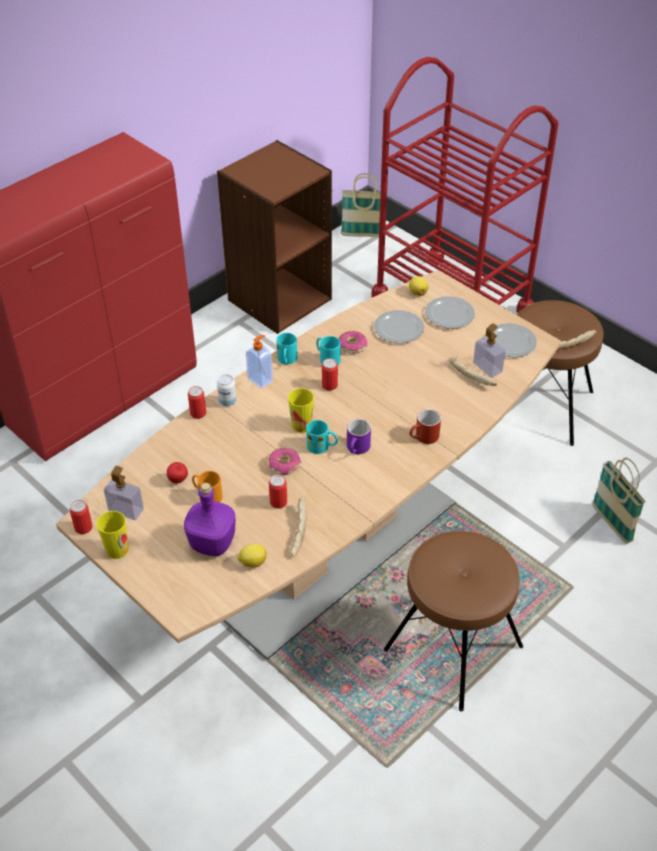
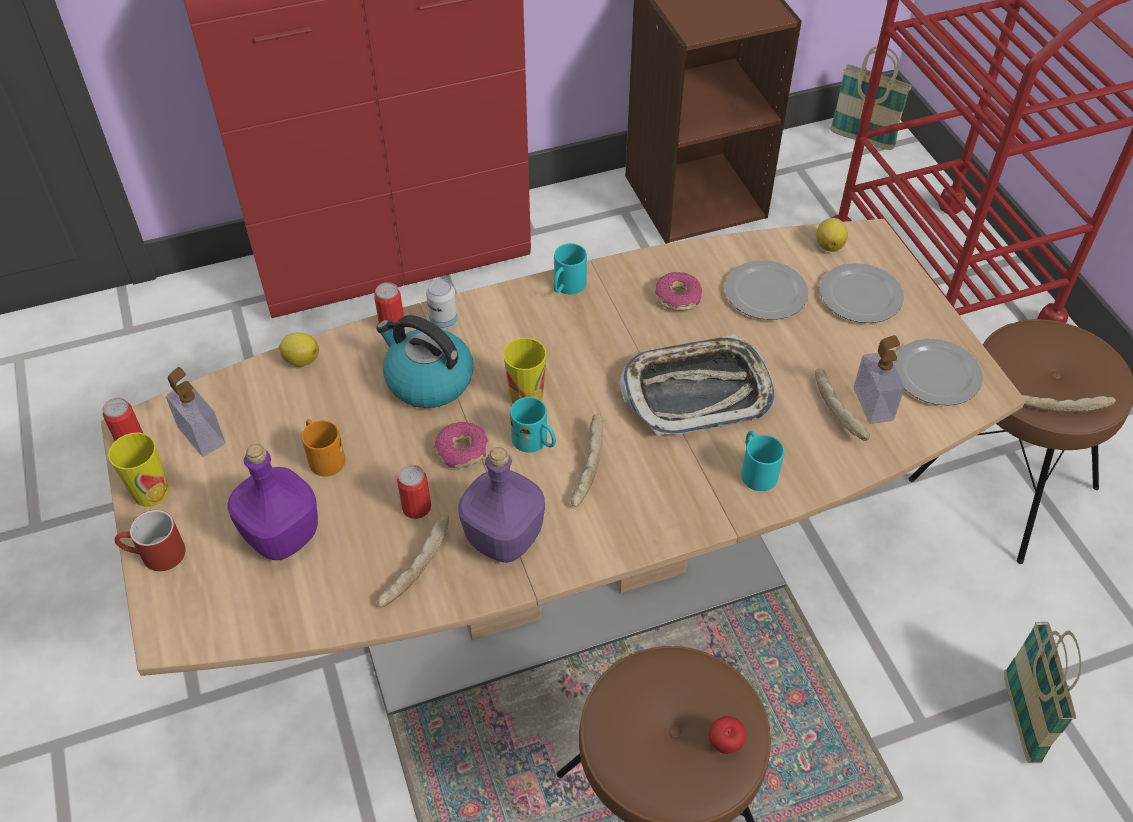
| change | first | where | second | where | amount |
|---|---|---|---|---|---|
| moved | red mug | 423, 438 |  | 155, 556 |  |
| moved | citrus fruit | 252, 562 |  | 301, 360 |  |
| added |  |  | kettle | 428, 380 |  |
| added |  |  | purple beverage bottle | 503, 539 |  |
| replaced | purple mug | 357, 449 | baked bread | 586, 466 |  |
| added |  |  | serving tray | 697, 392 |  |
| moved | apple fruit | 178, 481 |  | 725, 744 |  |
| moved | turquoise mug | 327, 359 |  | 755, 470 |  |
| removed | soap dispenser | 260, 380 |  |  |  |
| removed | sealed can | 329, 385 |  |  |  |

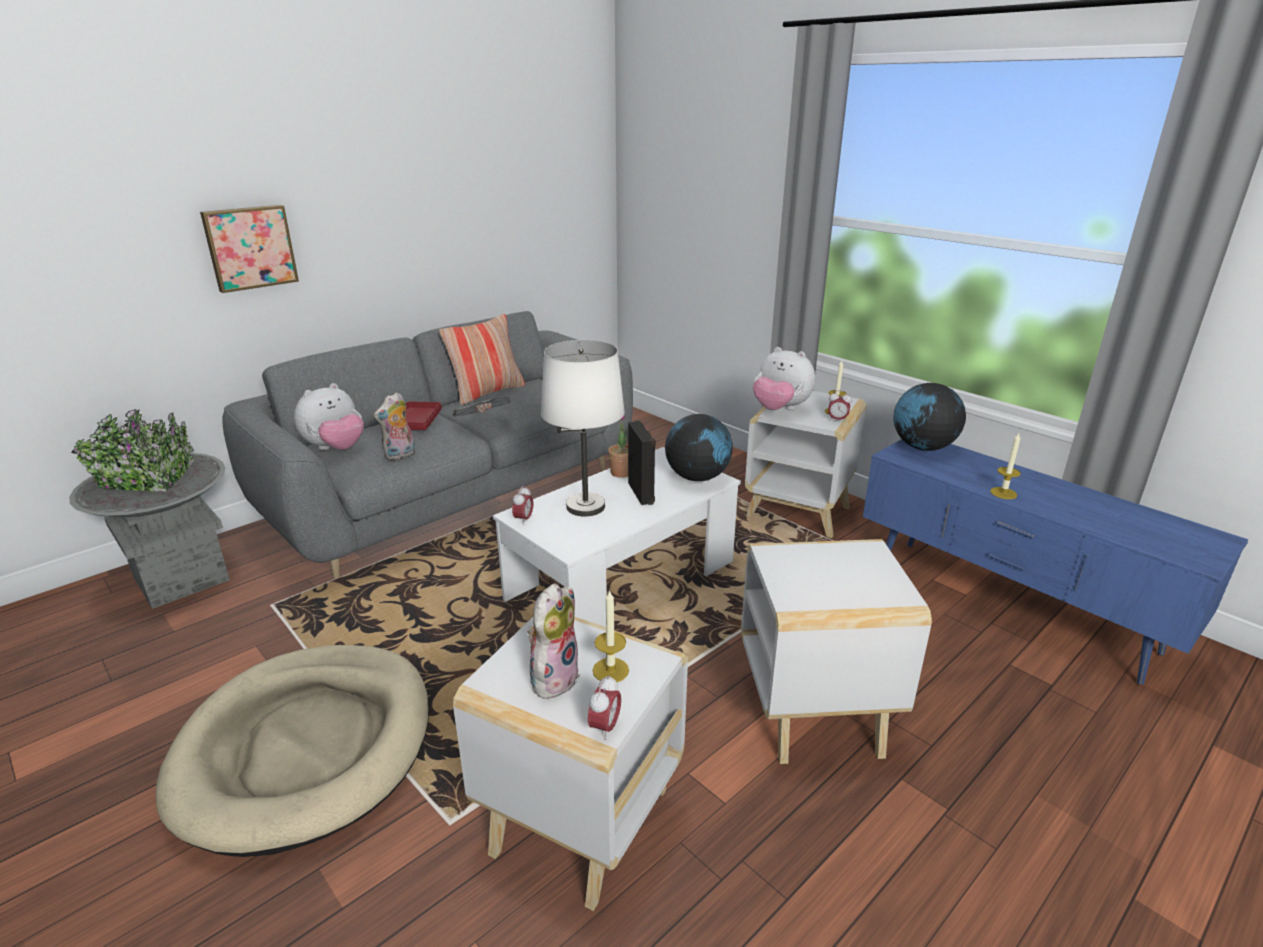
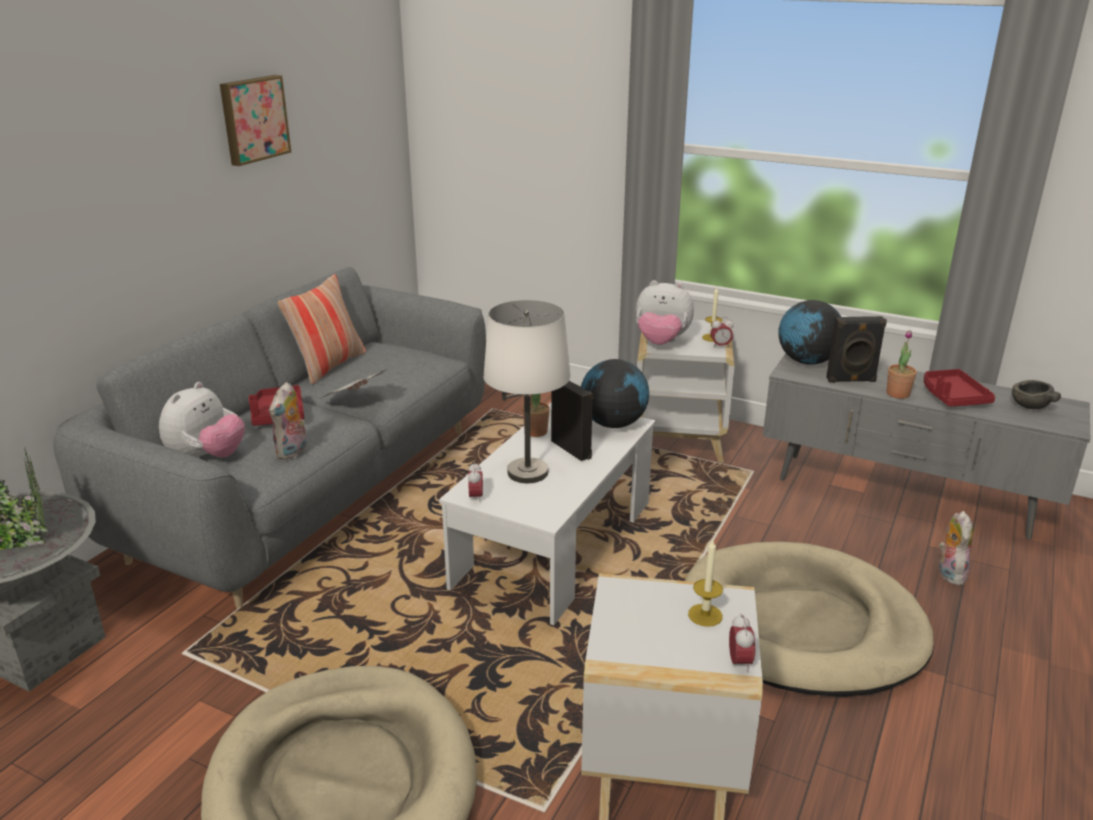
| change | first | where | second | where | amount |
|---|---|---|---|---|---|
| moved | wall picture | 250, 247 |  | 253, 119 |  |
| replaced | whitish accent table | 815, 713 | beige-coloured dog cushion | 802, 625 |  |
| recoloured | blue tv stand | 1009, 607 | greyish tv stand | 902, 496 |  |
| added |  |  | blackish loudspeaker | 851, 380 |  |
| replaced | wax light | 1003, 493 | houseplant | 897, 394 |  |
| added |  |  | red serving tray | 952, 397 |  |
| moved | soft toy | 553, 677 |  | 948, 573 |  |
| added |  |  | greyish bowl | 1029, 406 |  |

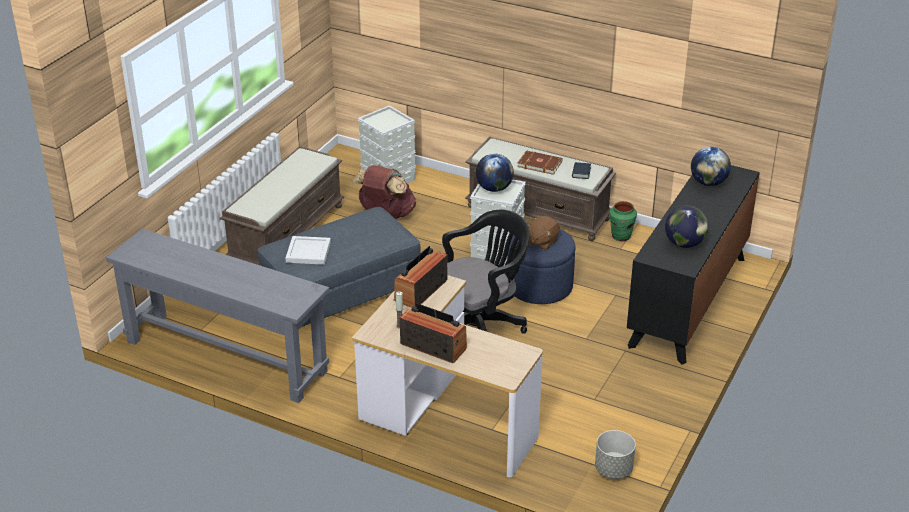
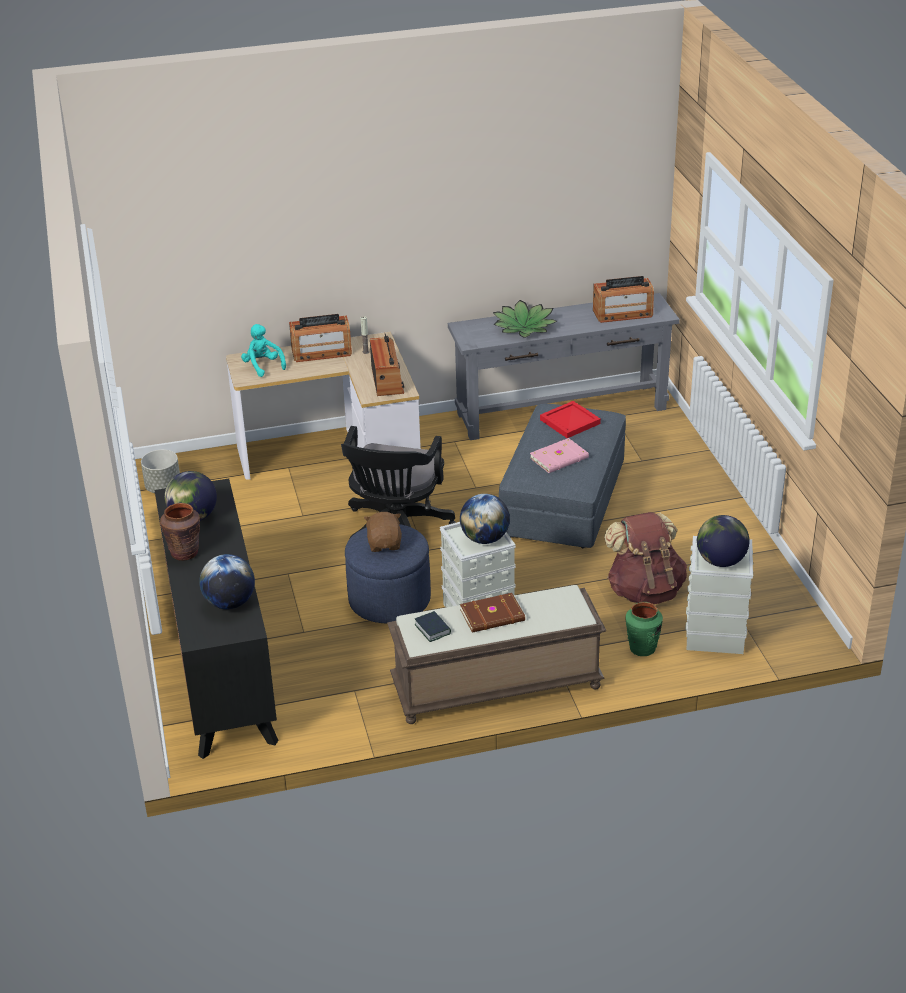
| change | first | where | second | where | amount |
|---|---|---|---|---|---|
| added |  |  | brown flower vase | 184, 553 |  |
| added |  |  | turquoise soft toy | 263, 366 |  |
| added |  |  | houseplant | 524, 327 |  |
| added |  |  | pink-coloured book | 560, 458 |  |
| recoloured | whitish serving tray | 309, 252 | red serving tray | 569, 421 |  |
| added |  |  | radio | 622, 313 |  |
| moved | green flower vase | 621, 236 |  | 642, 648 |  |
| added |  |  | world globe | 720, 561 |  |
| removed | brown bench | 286, 233 |  |  |  |

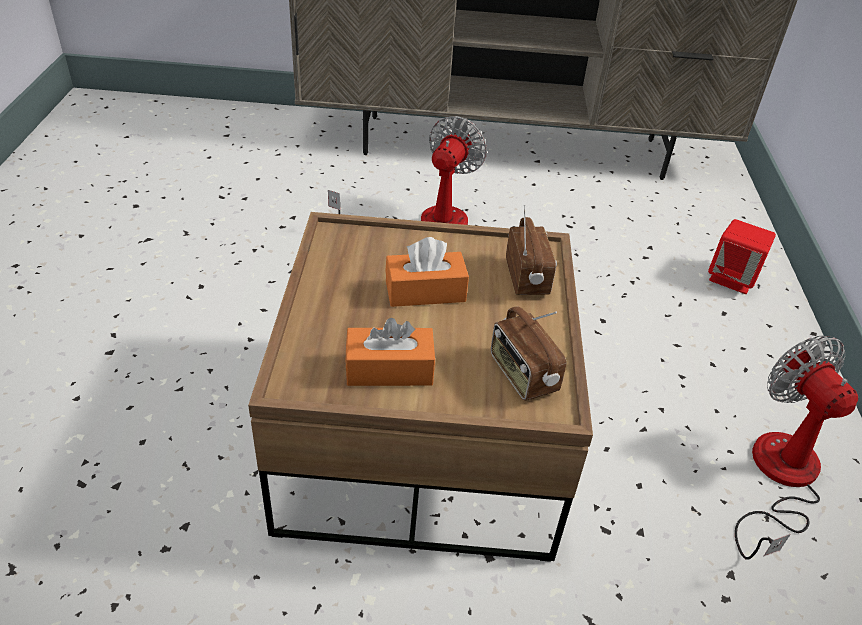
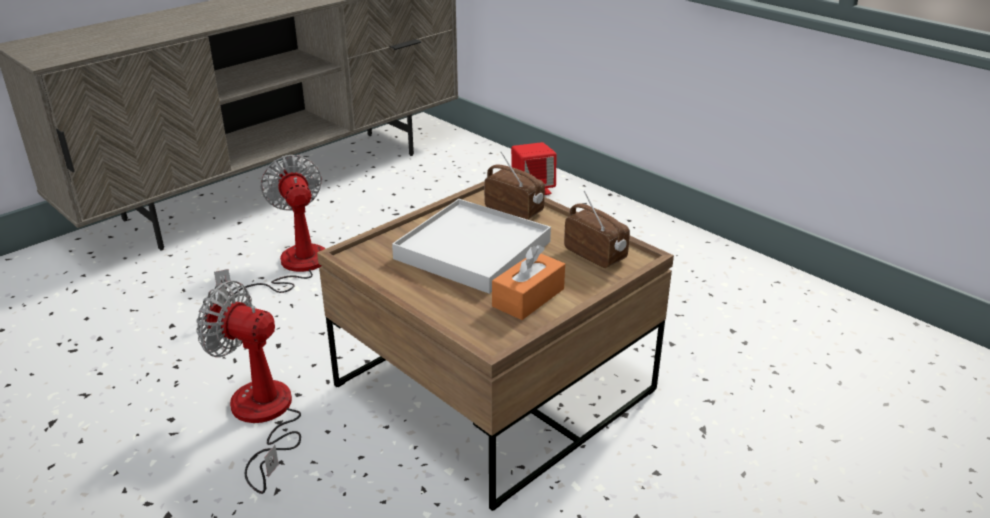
| change | first | where | second | where | amount |
|---|---|---|---|---|---|
| moved | fan | 779, 478 |  | 263, 418 |  |
| replaced | orangey tissue holder | 425, 291 | whitish serving tray | 473, 250 |  |
| turned | radio | 522, 375 |  | 595, 255 | 150 degrees counterclockwise |

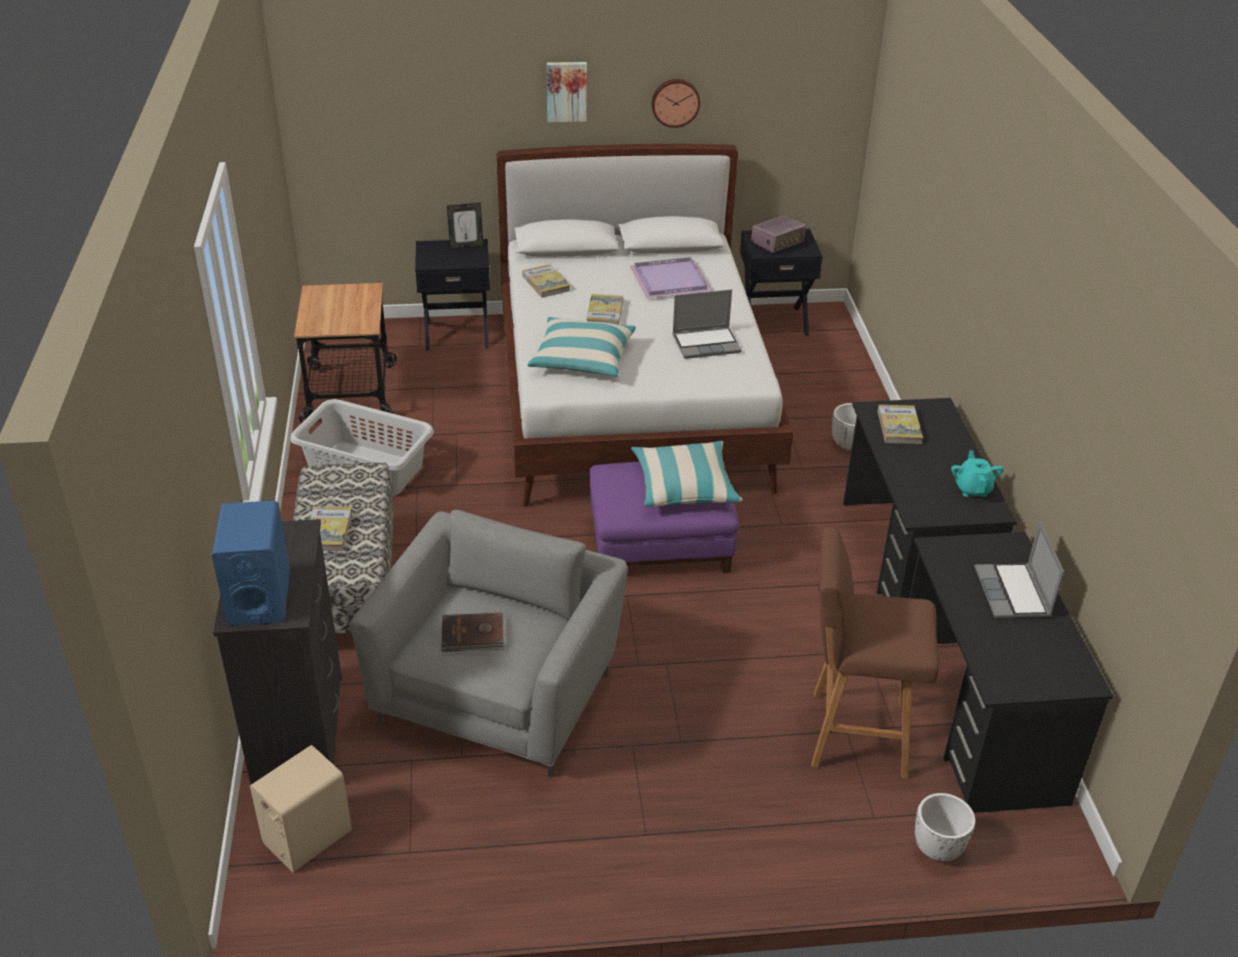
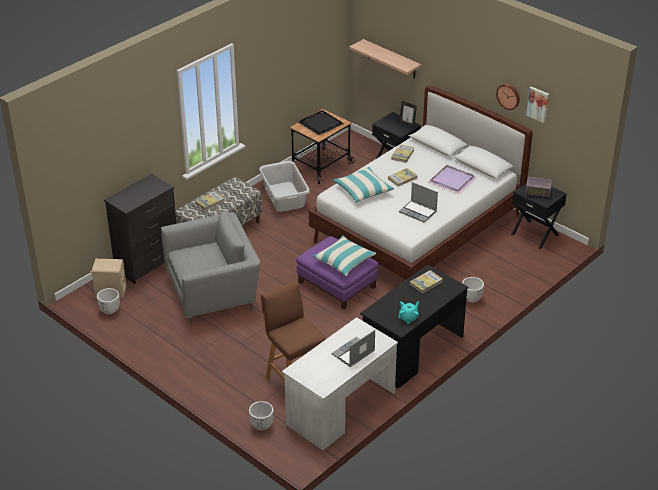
| change | first | where | second | where | amount |
|---|---|---|---|---|---|
| added |  |  | whitish flower pot | 109, 310 |  |
| recoloured | blackish desk | 979, 720 | whitish desk | 340, 409 |  |
| added |  |  | blackish serving tray | 320, 123 |  |
| added |  |  | bracket shelf | 391, 59 |  |
| moved | wall picture | 566, 91 |  | 538, 104 |  |
| removed | blue loudspeaker | 259, 597 |  |  |  |
| removed | brown book | 473, 635 |  |  |  |

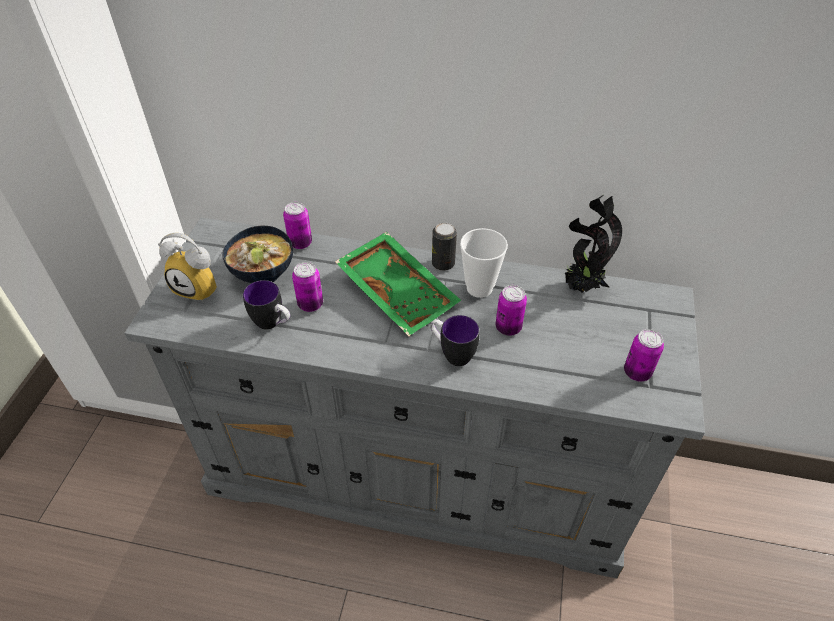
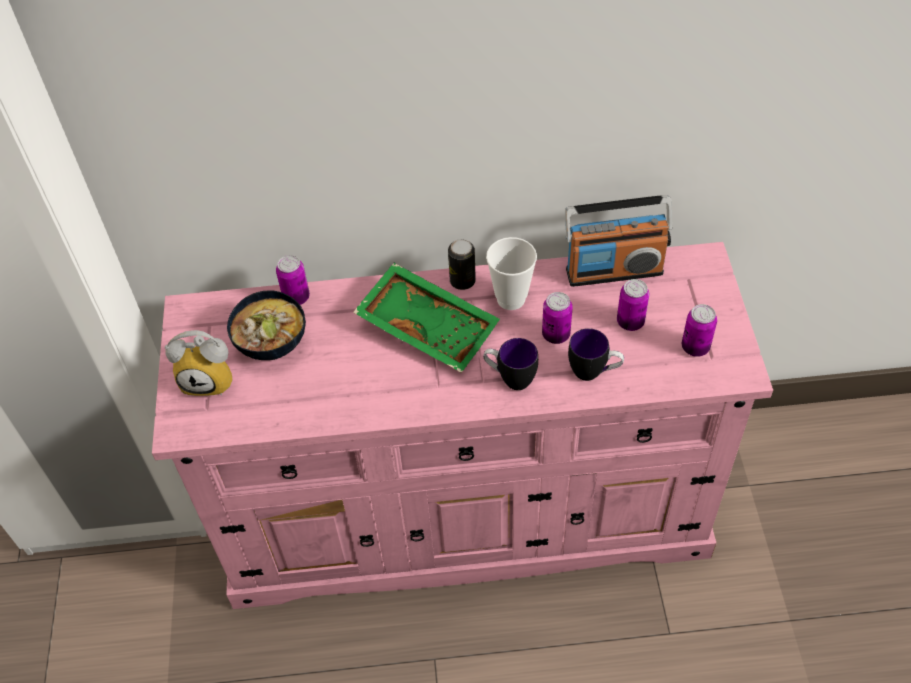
| change | first | where | second | where | amount |
|---|---|---|---|---|---|
| recoloured | greyish drawer chest | 420, 474 | pink-coloured drawer chest | 468, 512 |  |
| replaced | houseplant | 581, 287 | radio | 613, 270 |  |
| moved | mug | 273, 324 |  | 594, 372 |  |
| moved | sealed can | 310, 304 |  | 630, 322 |  |

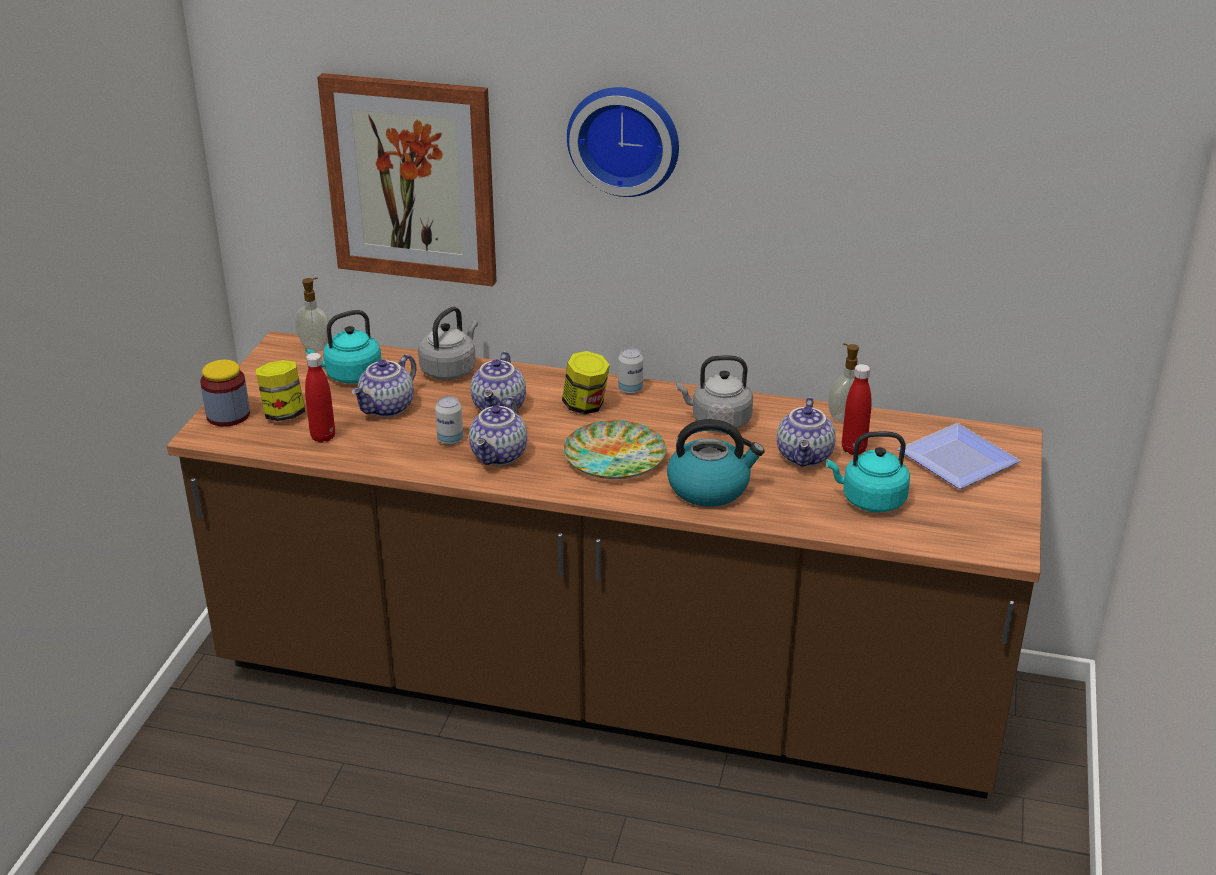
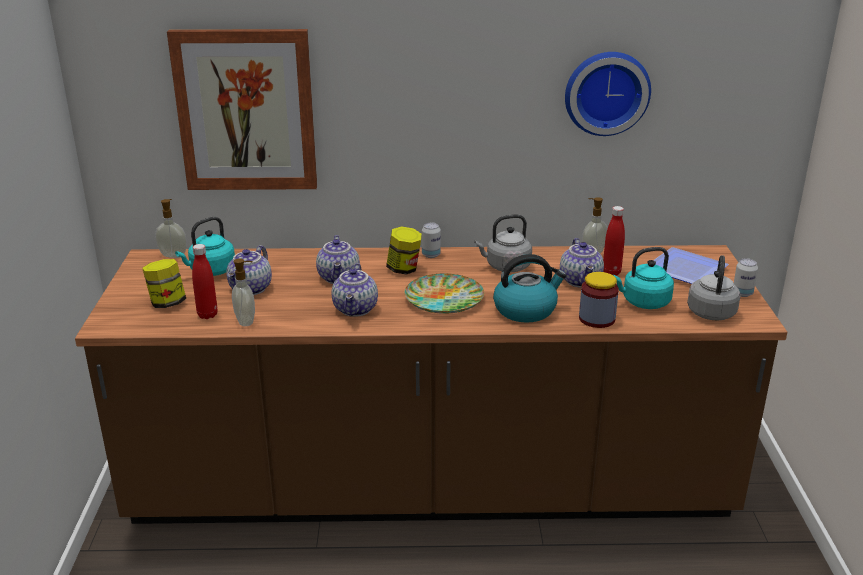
| change | first | where | second | where | amount |
|---|---|---|---|---|---|
| added |  |  | soap dispenser | 246, 321 |  |
| moved | wall clock | 625, 138 |  | 606, 92 |  |
| moved | preserve jar | 228, 415 |  | 597, 319 |  |
| moved | greyish kettle | 450, 370 |  | 711, 311 |  |
| moved | sealed can | 450, 440 |  | 742, 293 |  |

